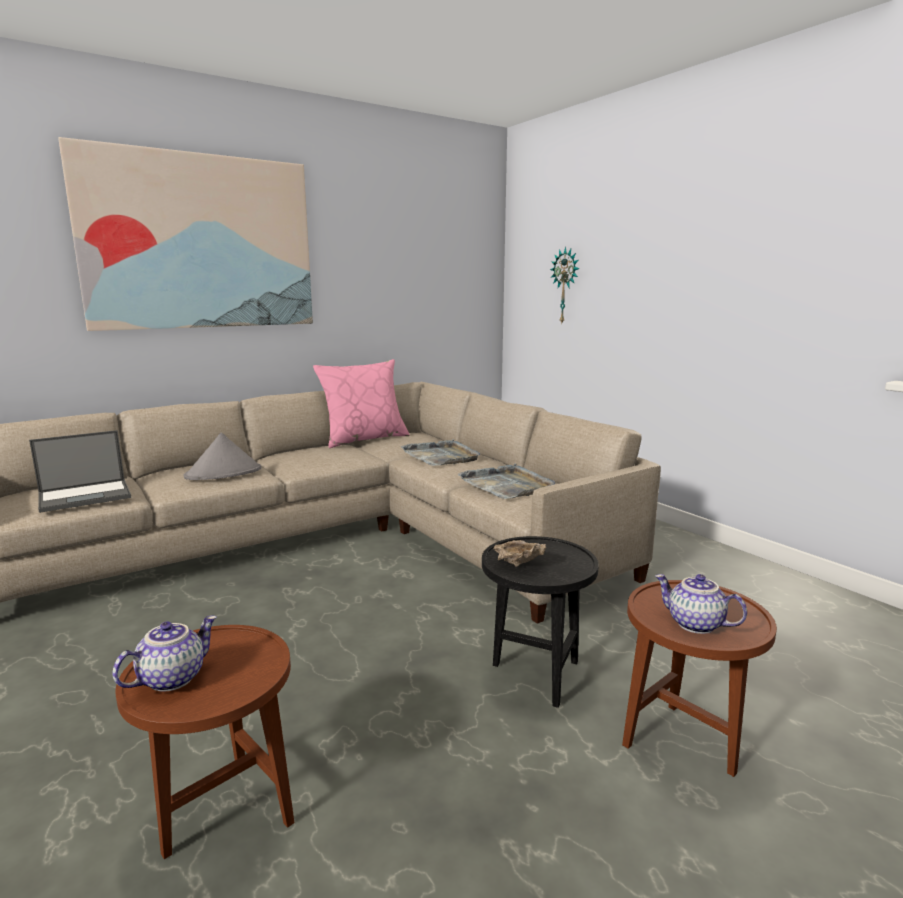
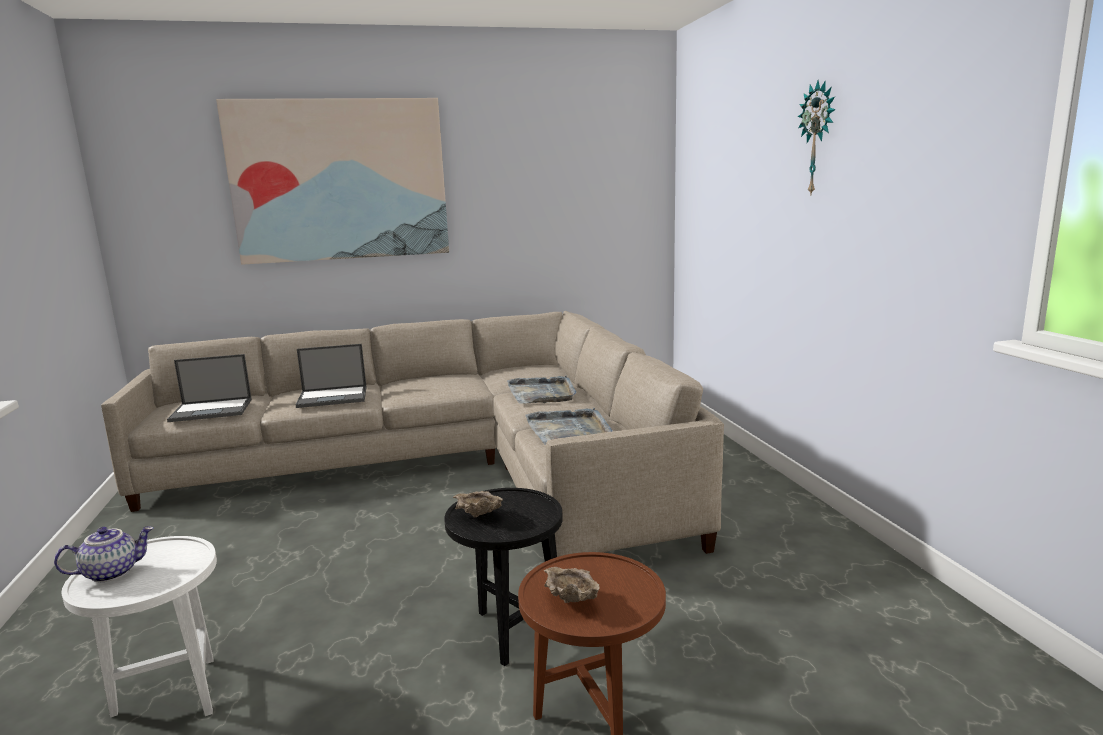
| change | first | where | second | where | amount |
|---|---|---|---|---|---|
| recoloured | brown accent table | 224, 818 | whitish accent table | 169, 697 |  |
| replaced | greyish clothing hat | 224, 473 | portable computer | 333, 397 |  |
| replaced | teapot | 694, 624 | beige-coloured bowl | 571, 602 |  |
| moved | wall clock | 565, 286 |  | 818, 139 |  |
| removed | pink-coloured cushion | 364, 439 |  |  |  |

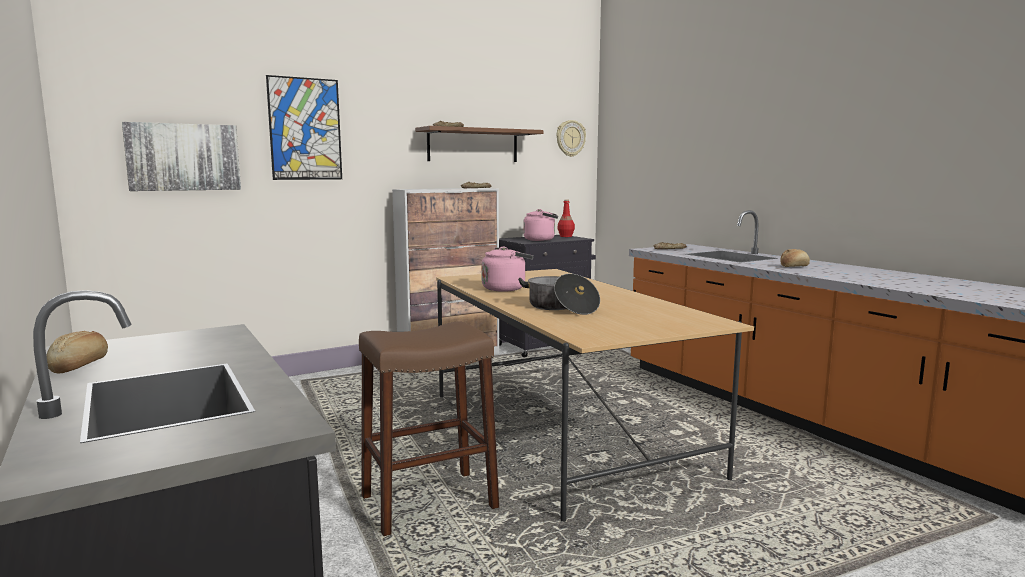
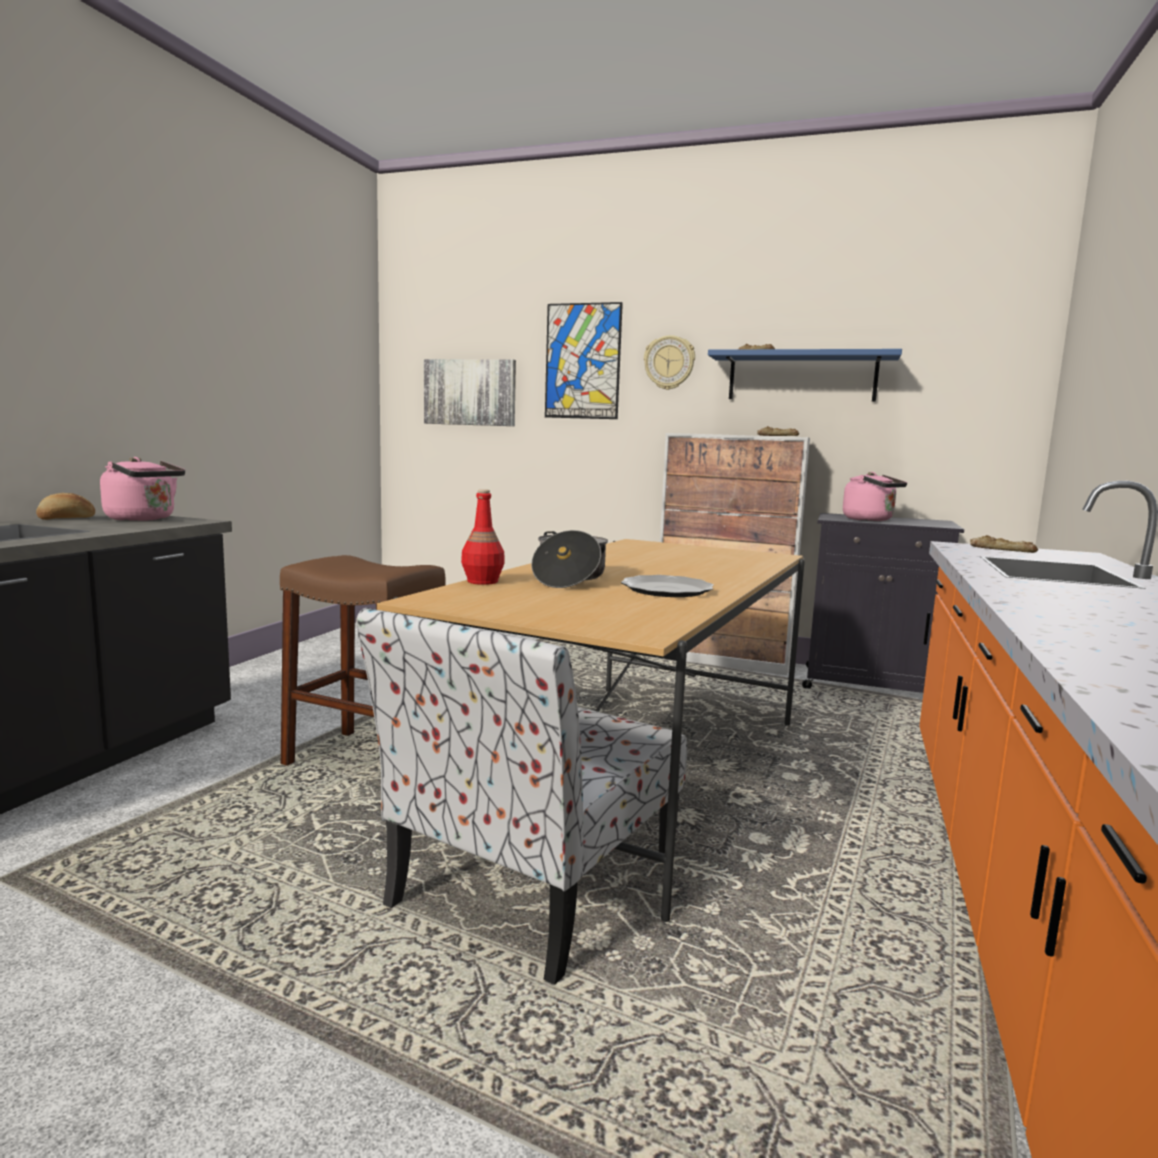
| change | first | where | second | where | amount |
|---|---|---|---|---|---|
| moved | pink-coloured kettle | 506, 288 |  | 144, 519 |  |
| added |  |  | upright chair | 531, 885 |  |
| moved | red beverage bottle | 565, 236 |  | 482, 581 |  |
| added |  |  | flat dish | 667, 590 |  |
| moved | wall clock | 570, 138 |  | 669, 363 |  |
| recoloured | brown bracket shelf | 473, 145 | blue bracket shelf | 802, 377 |  |
| removed | baked bread | 793, 266 |  |  |  |

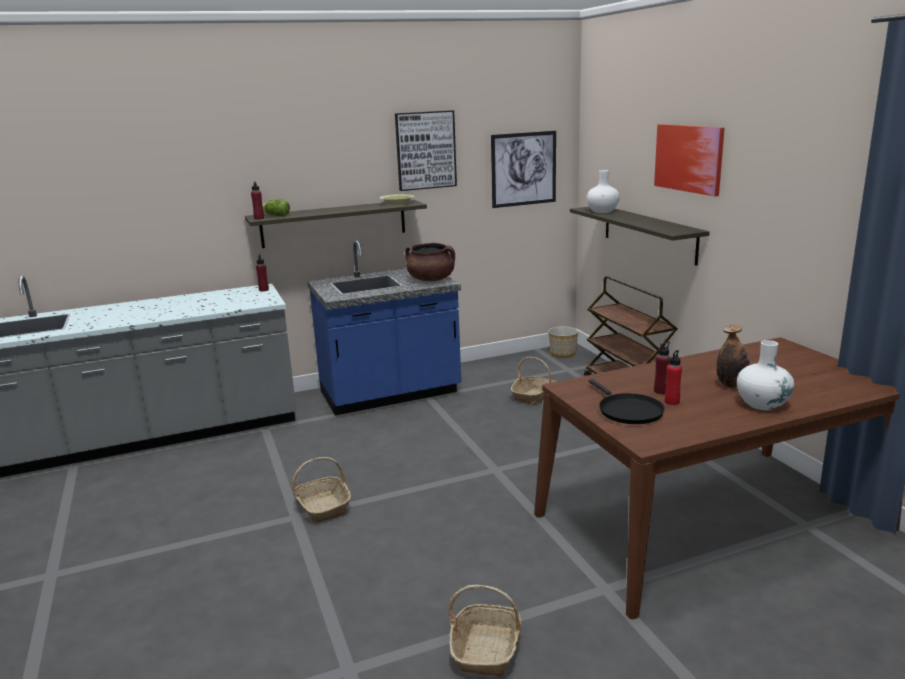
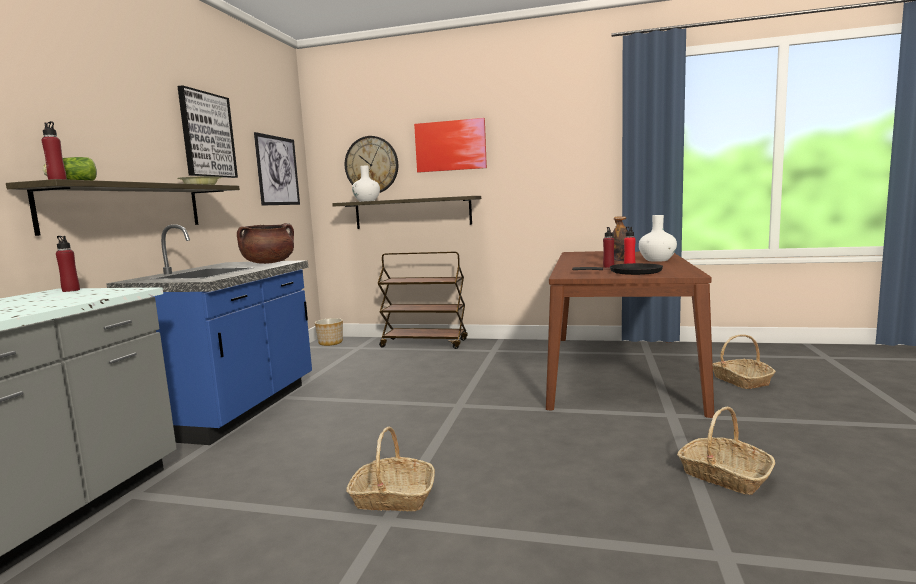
| change | first | where | second | where | amount |
|---|---|---|---|---|---|
| added |  |  | wall clock | 371, 165 |  |
| moved | basket | 534, 396 |  | 740, 380 |  |

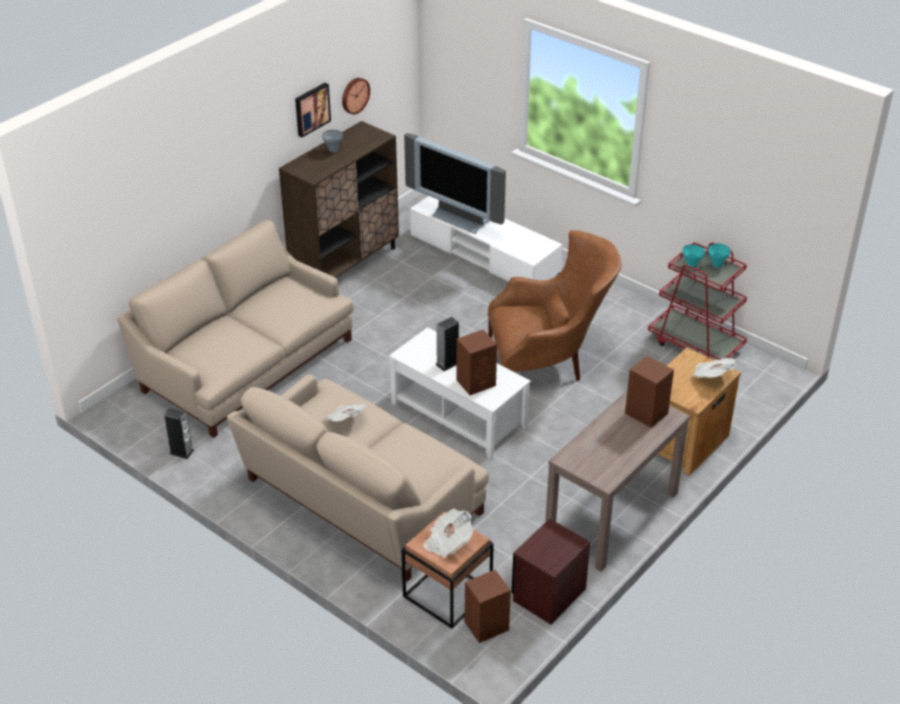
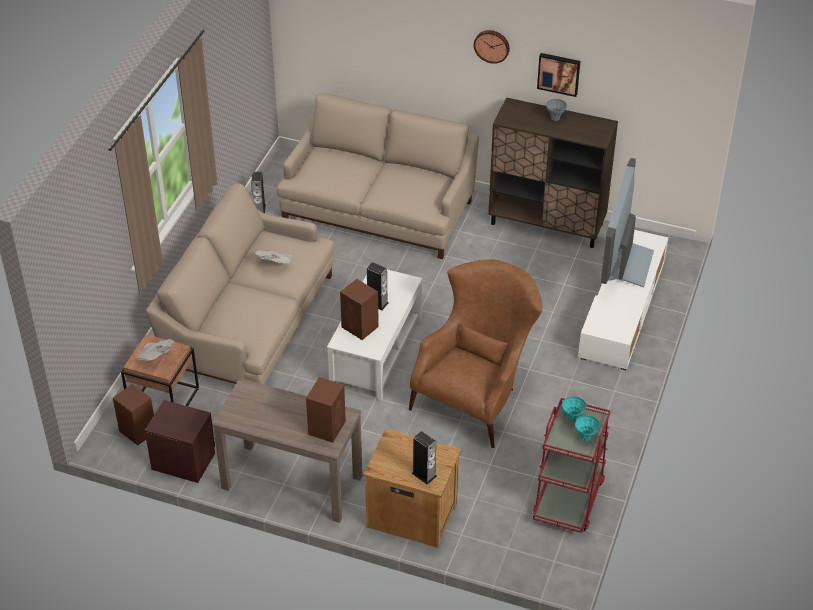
| change | first | where | second | where | amount |
|---|---|---|---|---|---|
| turned | brown easy chair | 548, 365 |  | 476, 395 | 120 degrees counterclockwise |
| replaced | daily paper | 711, 376 | loudspeaker | 424, 474 |  |
| moved | wall clock | 354, 95 |  | 492, 45 |  |

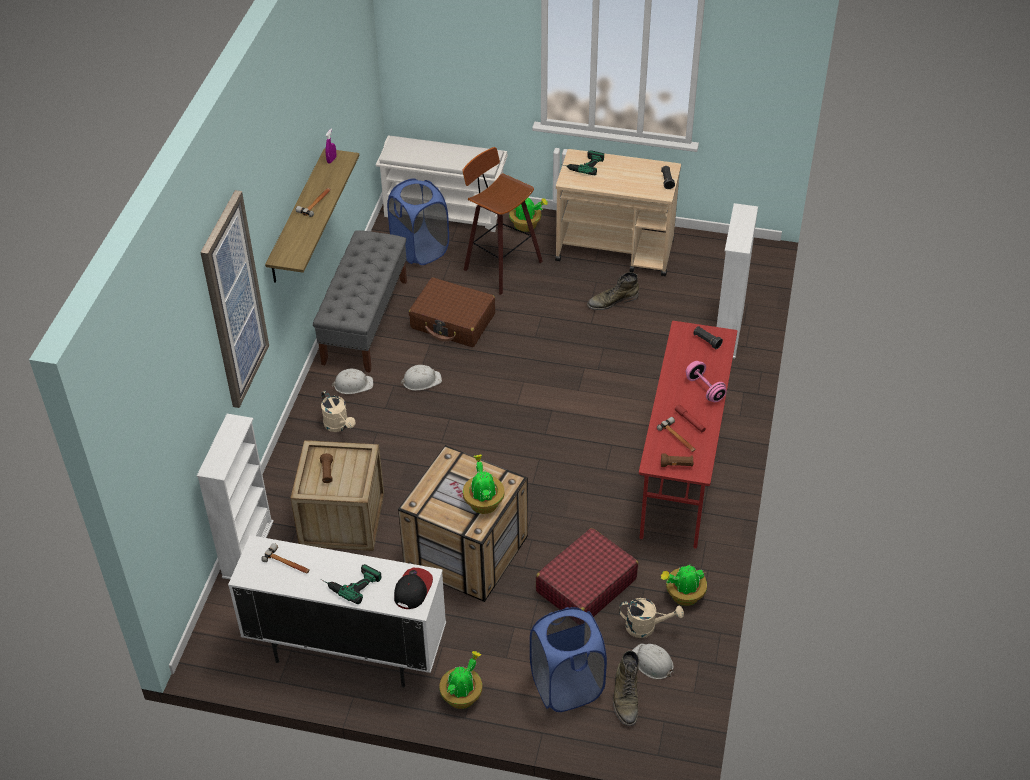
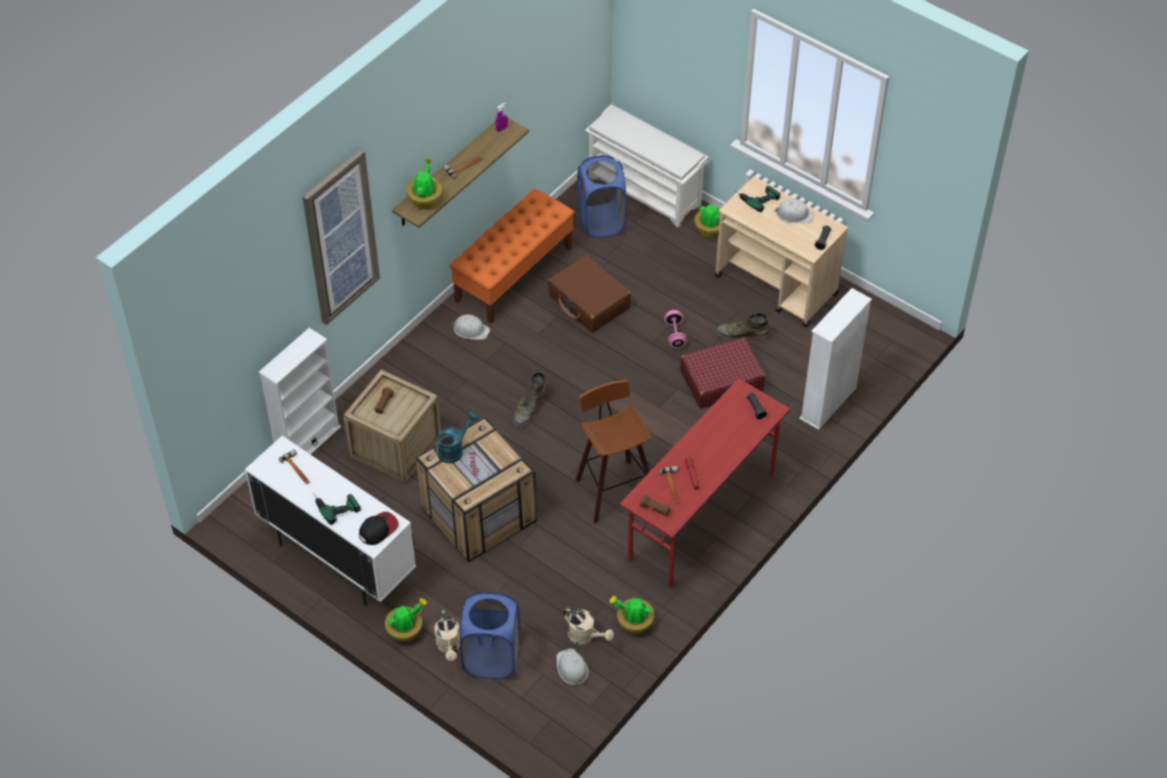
| change | first | where | second | where | amount |
|---|---|---|---|---|---|
| moved | houseplant | 483, 502 |  | 425, 200 |  |
| added |  |  | turquoise watering can | 454, 449 |  |
| moved | beige-coloured watering can | 339, 426 |  | 449, 647 |  |
| recoloured | greyish bench | 365, 321 | orangey bench | 514, 274 |  |
| moved | green high-top boot | 625, 697 |  | 528, 408 |  |
| moved | stool | 499, 265 |  | 613, 489 |  |
| moved | pink-coloured free weight | 705, 389 |  | 675, 335 |  |
| moved | red travel case | 585, 585 |  | 721, 380 |  |
| moved | whitish work helmet | 421, 380 |  | 794, 214 |  |

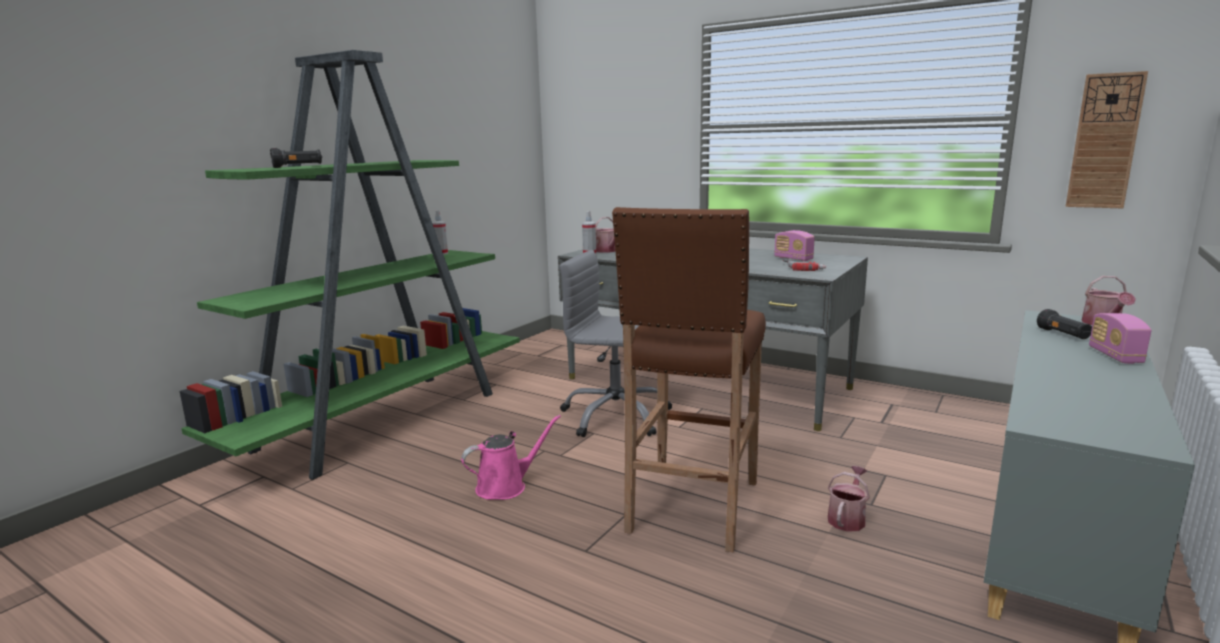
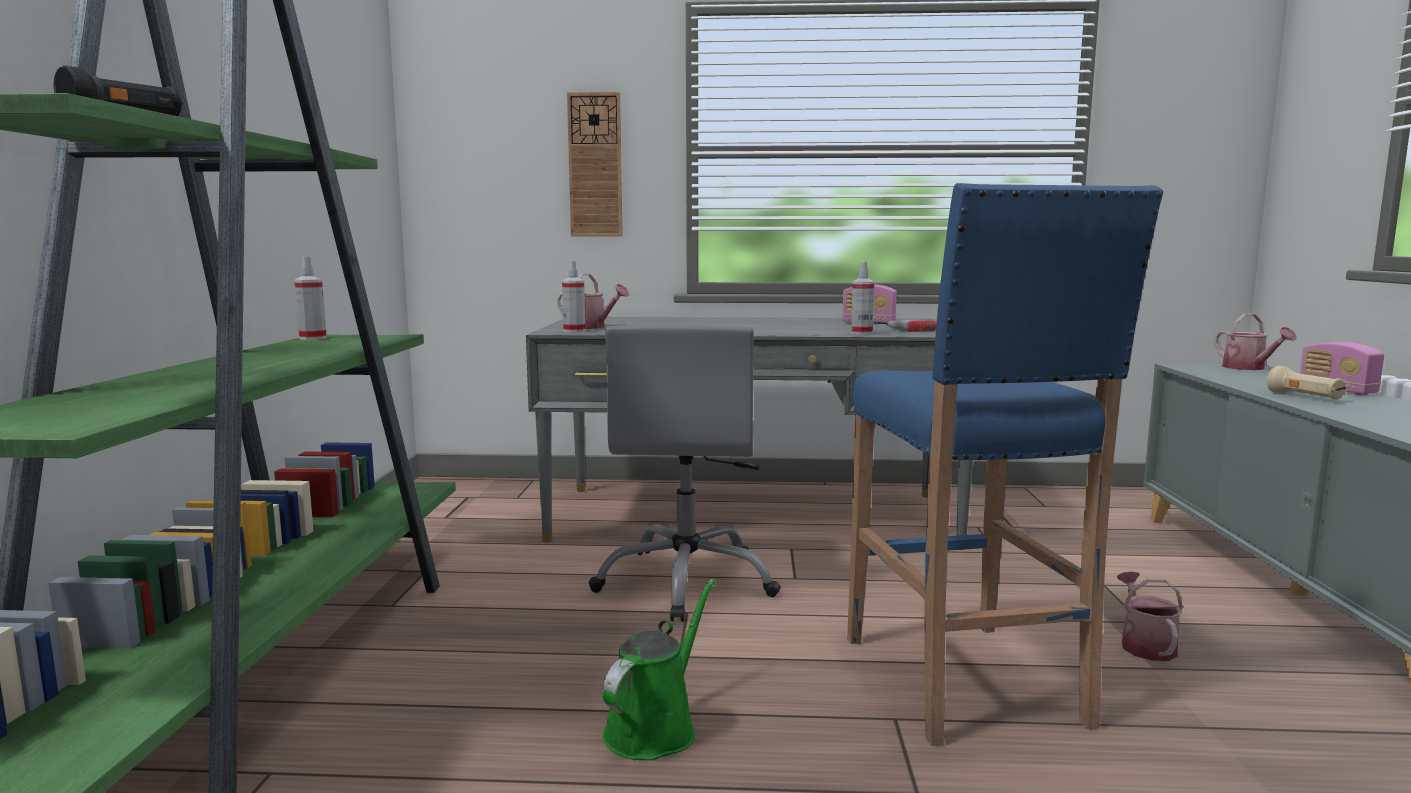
| change | first | where | second | where | amount |
|---|---|---|---|---|---|
| moved | wall clock | 1104, 141 |  | 595, 165 |  |
| turned | greyish office chair | 615, 416 |  | 687, 581 | 75 degrees counterclockwise |
| recoloured | pink-coloured watering can | 506, 486 | green watering can | 655, 728 |  |
| recoloured | brown stool | 692, 507 | blue stool | 965, 682 |  |
| added |  |  | sprayer | 861, 333 |  |
| added |  |  | beige-coloured torch | 1305, 397 |  |
| removed | blackish torch | 1063, 335 |  |  |  |

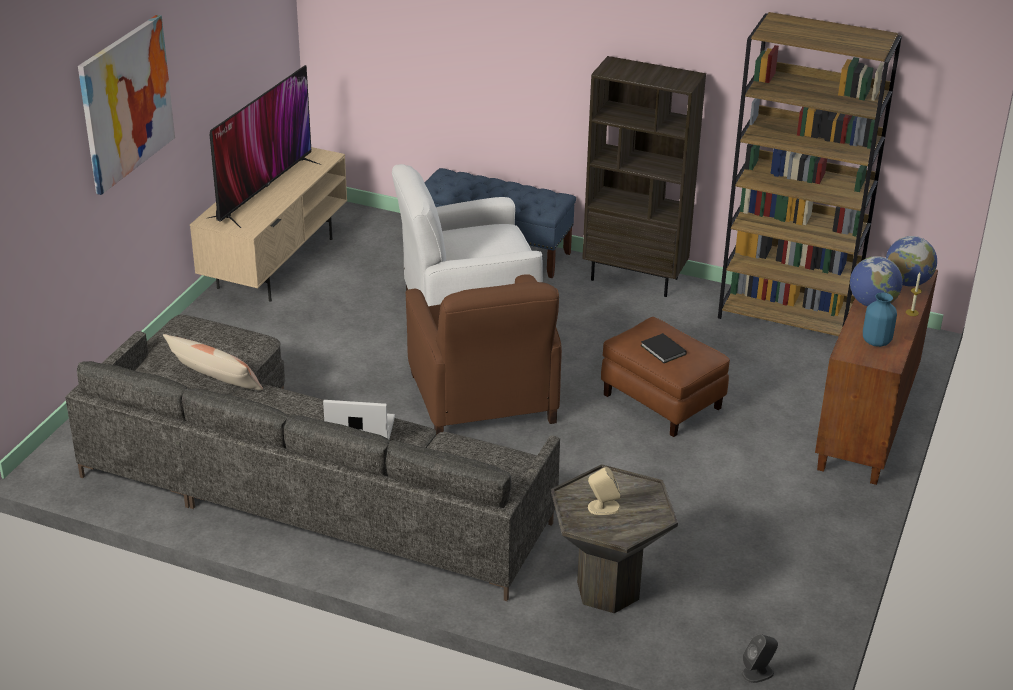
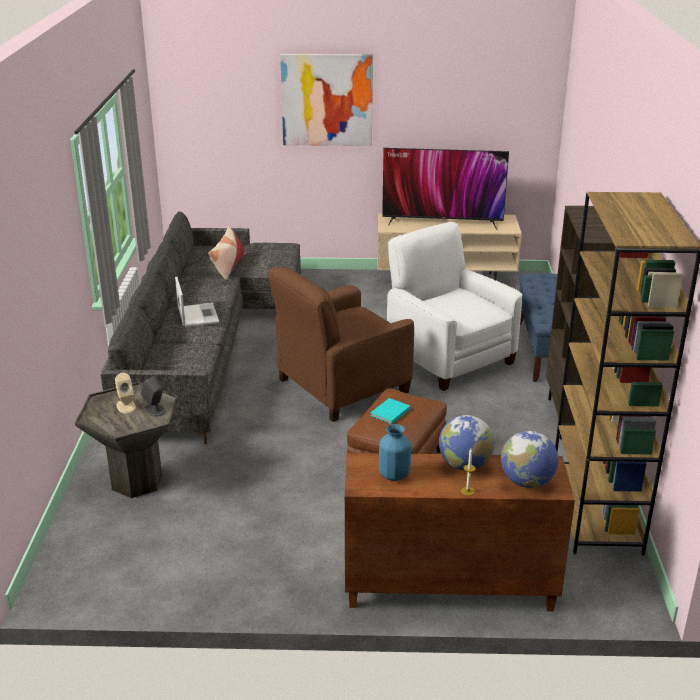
| change | first | where | second | where | amount |
|---|---|---|---|---|---|
| moved | greyish loudspeaker | 758, 673 |  | 155, 410 |  |
| recoloured | blackish book | 663, 350 | turquoise book | 389, 413 |  |

